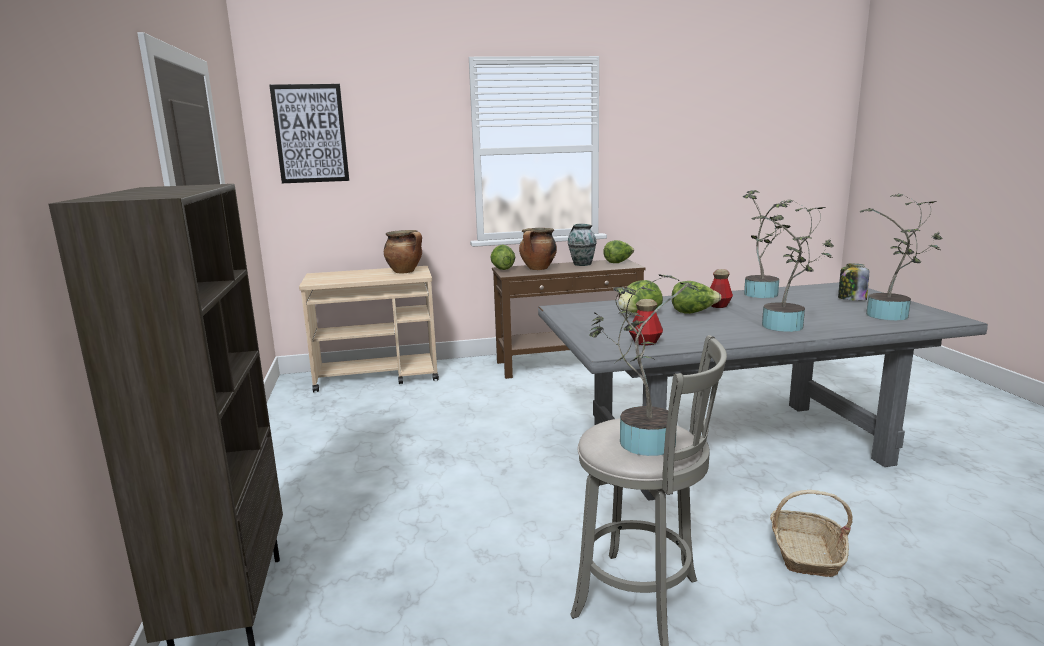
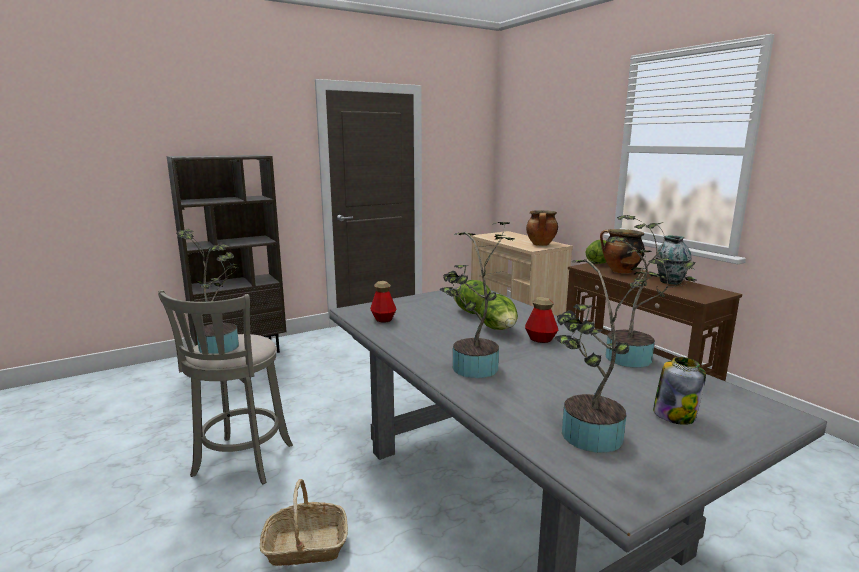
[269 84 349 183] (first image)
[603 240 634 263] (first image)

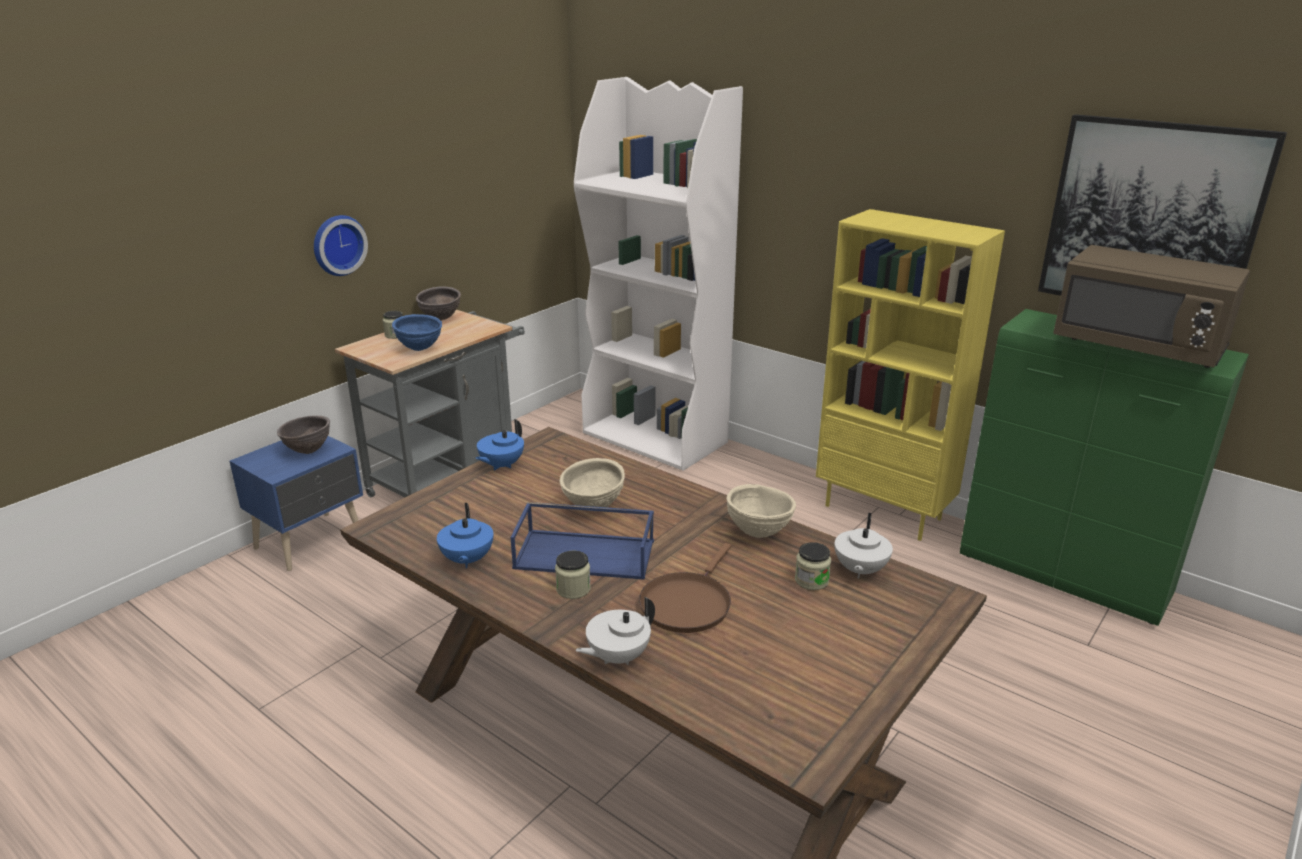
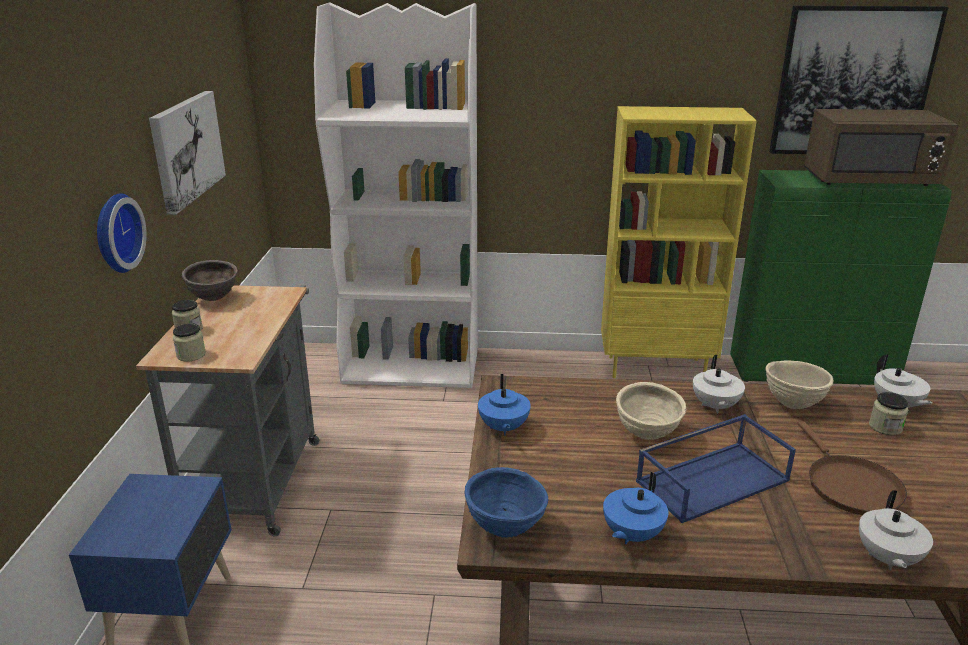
[464 467 548 538]
[277 416 330 454] (first image)
[603 472 668 544]
[173 323 206 362]
[149 91 226 215]
[693 355 745 413]

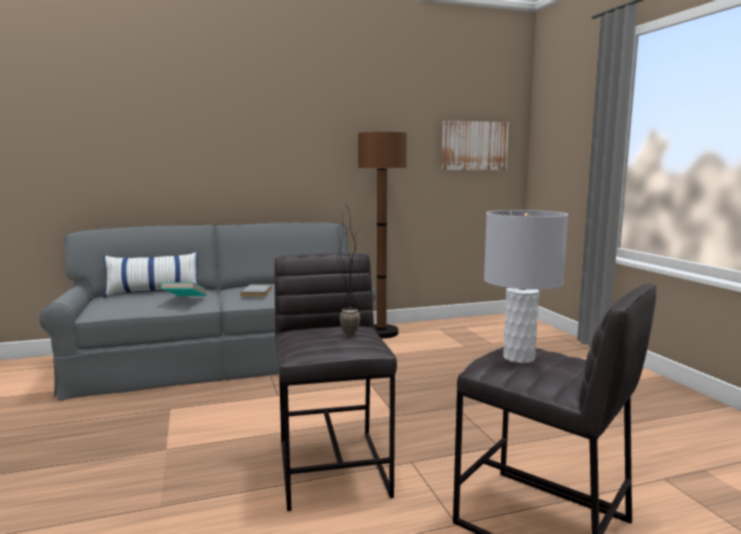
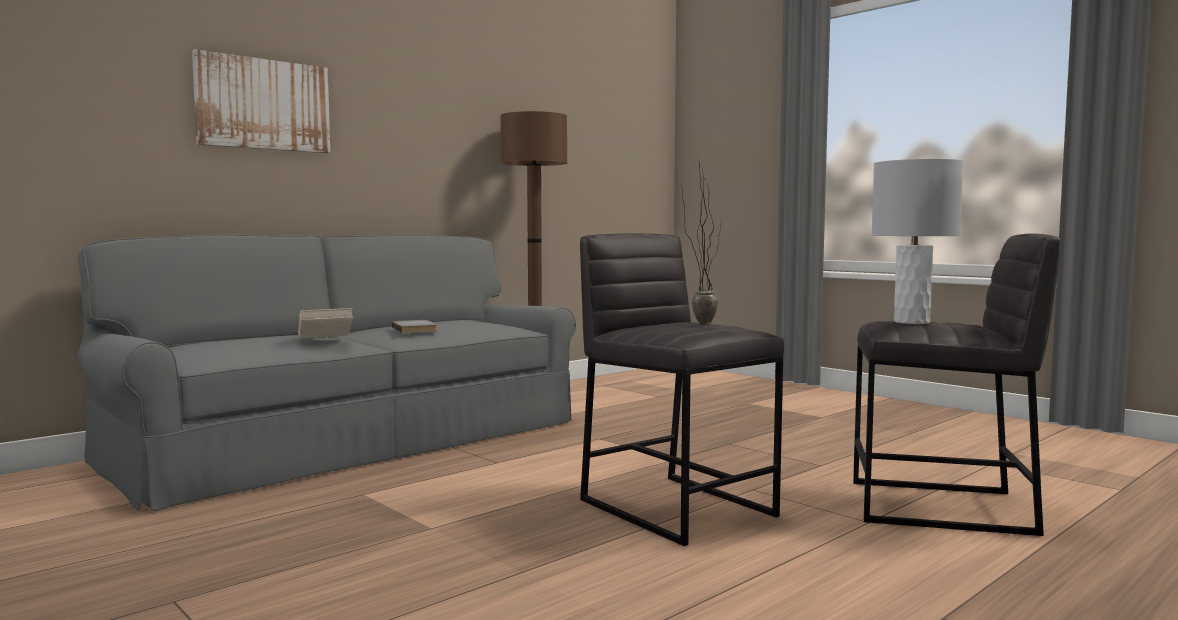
[192 49 330 153]
[103 252 198 298] (first image)
[298 308 353 339]

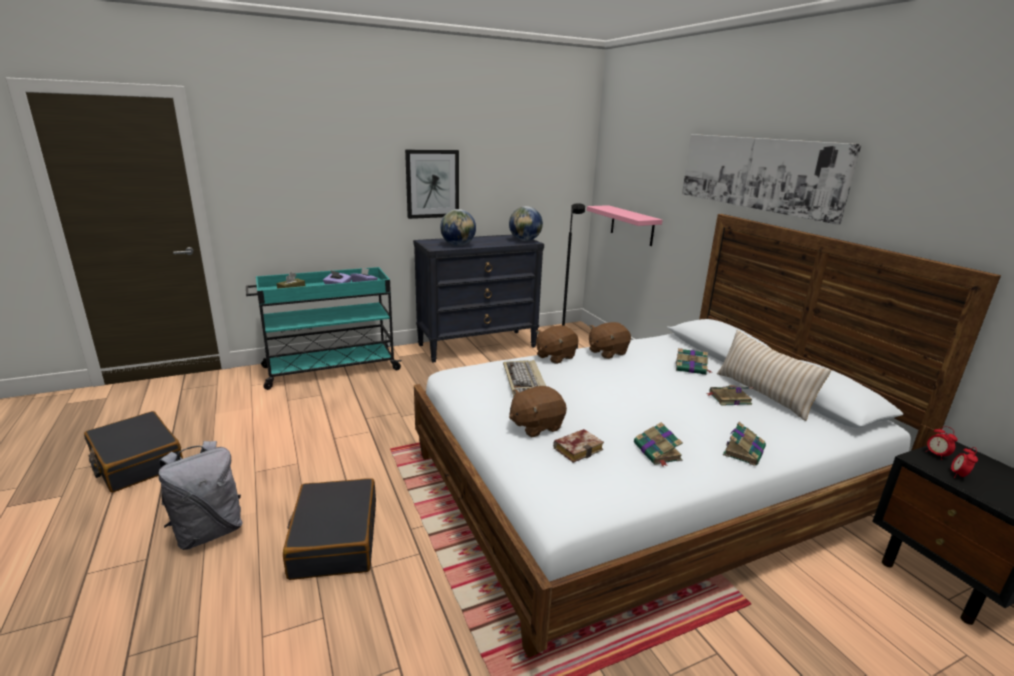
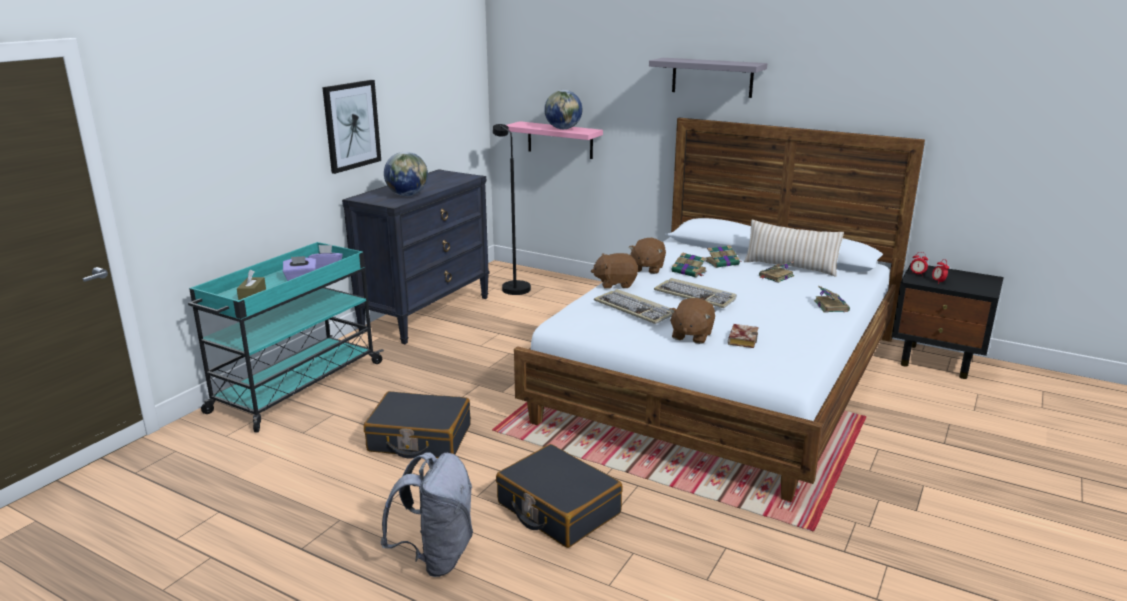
[649 58 767 98]
[544 90 583 129]
[591 253 638 289]
[364 391 471 459]
[671 252 706 277]
[654 278 737 308]

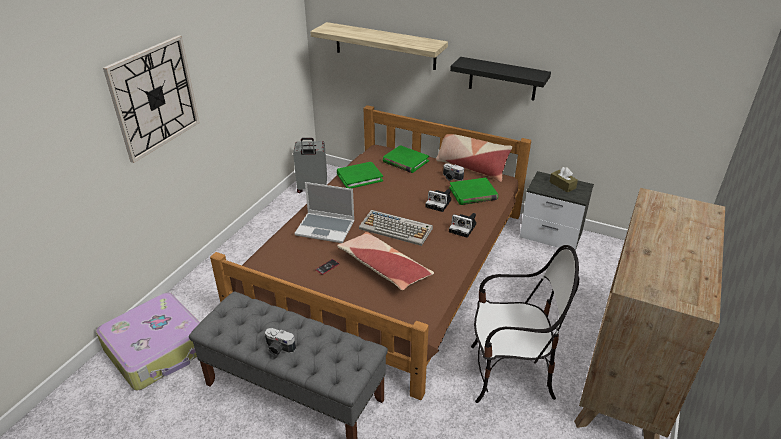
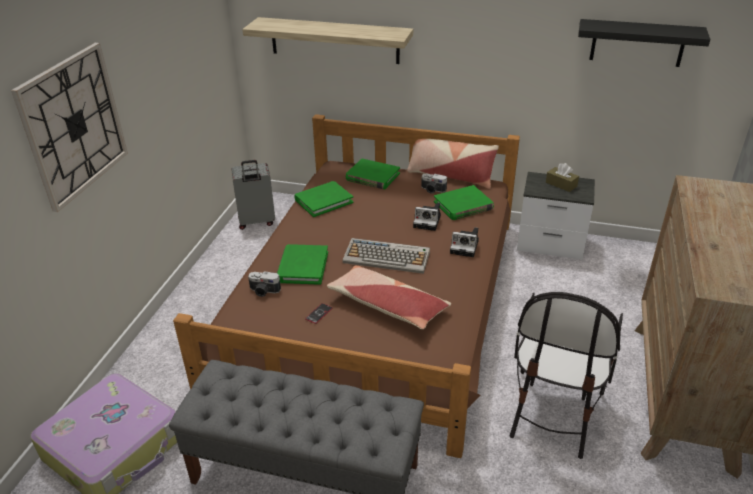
[578 19 710 67]
[277 244 328 285]
[510 292 623 459]
[248 271 281 297]

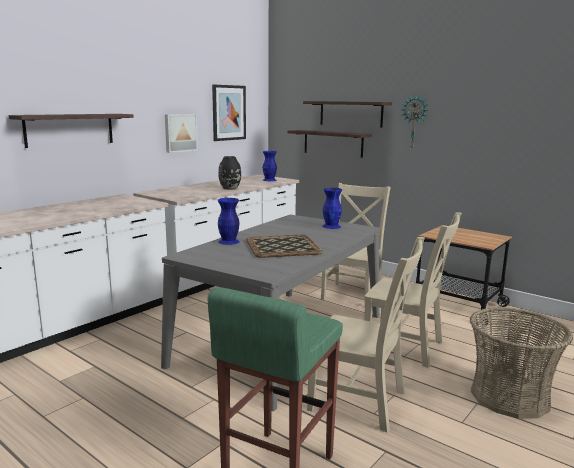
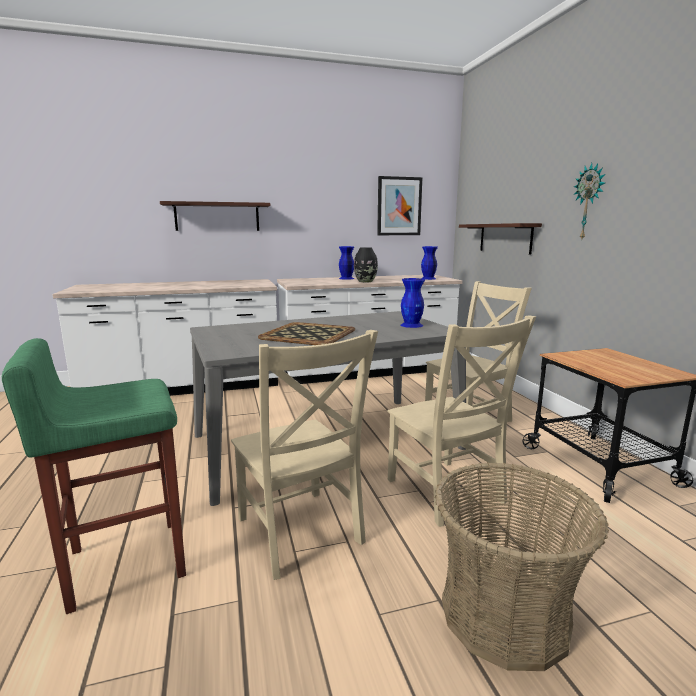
[303 101 392 128] (first image)
[165 114 198 153] (first image)
[339 246 354 280]

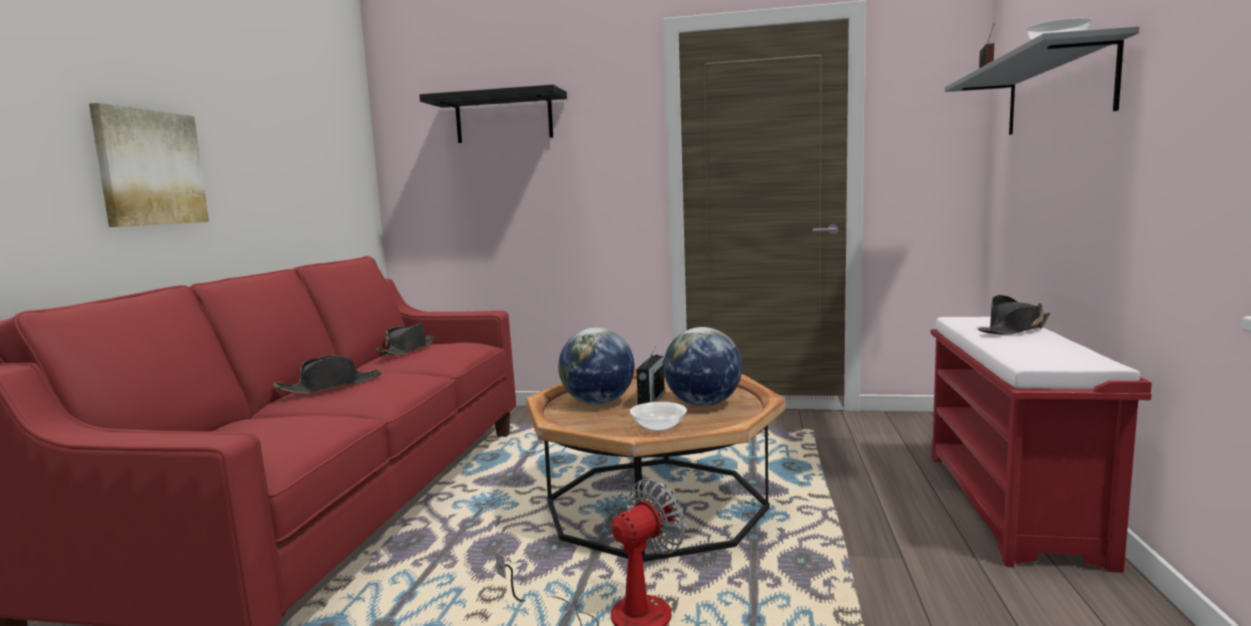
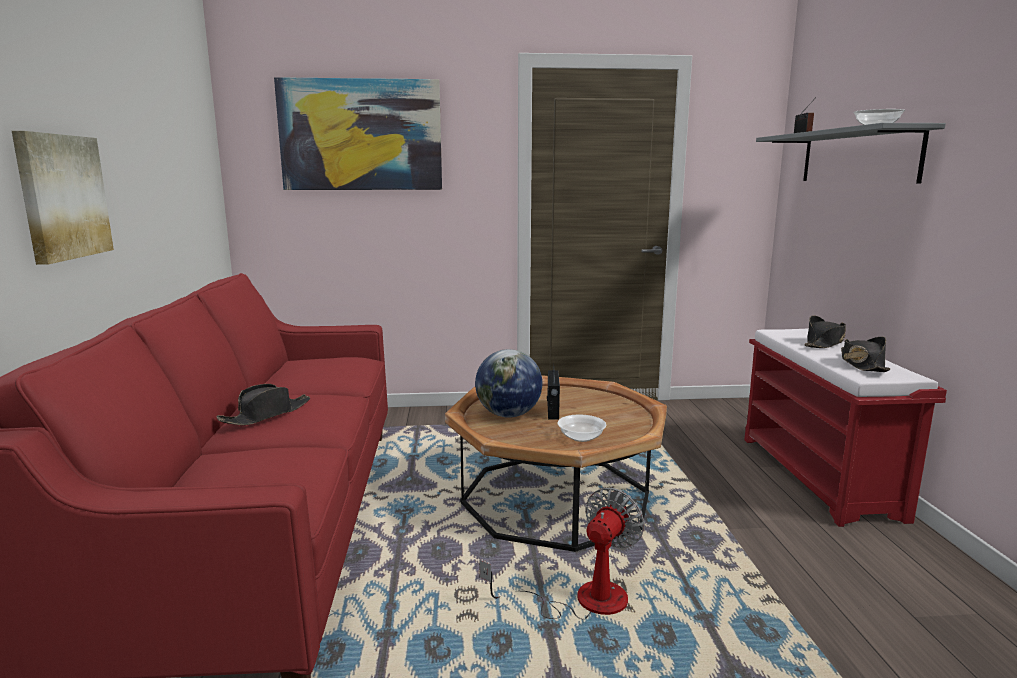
[274 77 442 190]
[841 337 891 372]
[663 327 742 407] (first image)

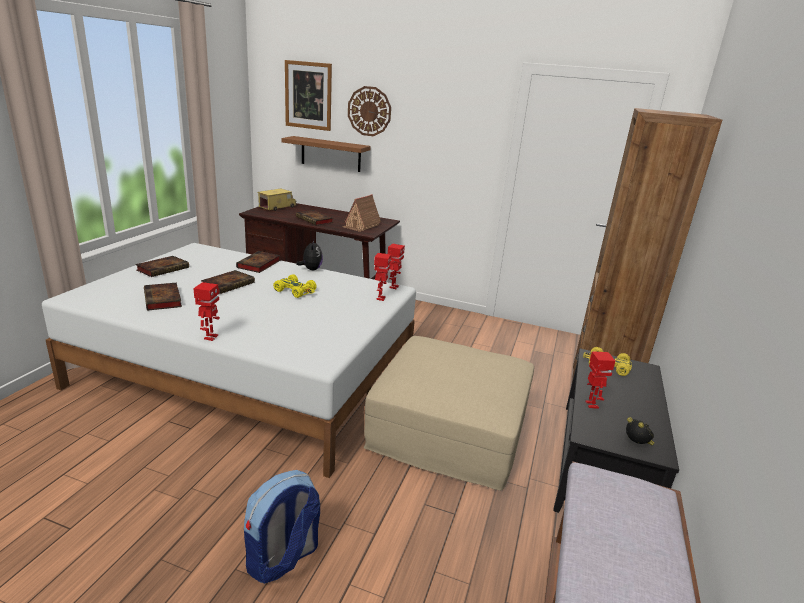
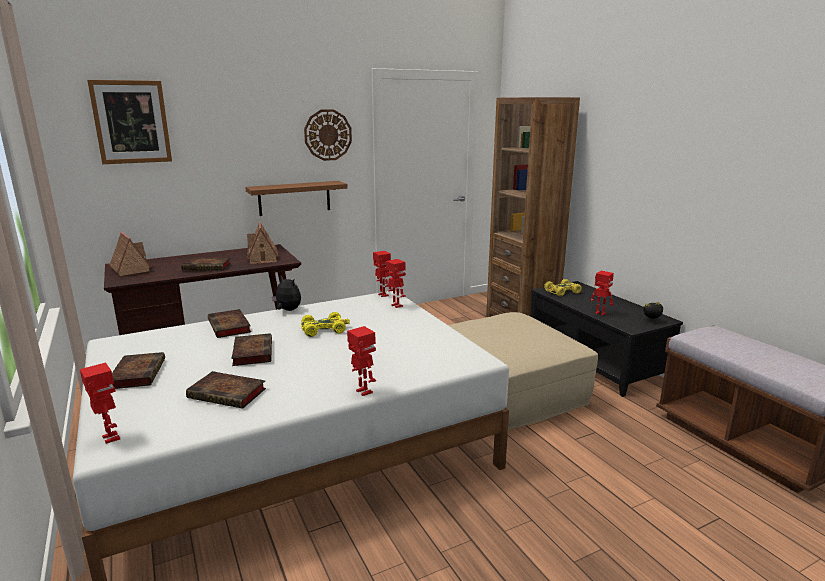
[304 109 352 161]
[245 181 348 216]
[109 232 151 276]
[244 470 320 584] (first image)
[80 362 120 444]

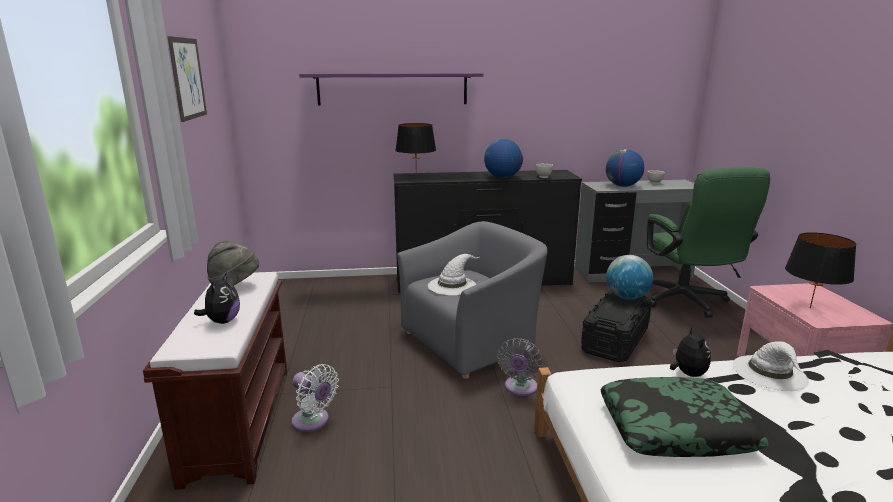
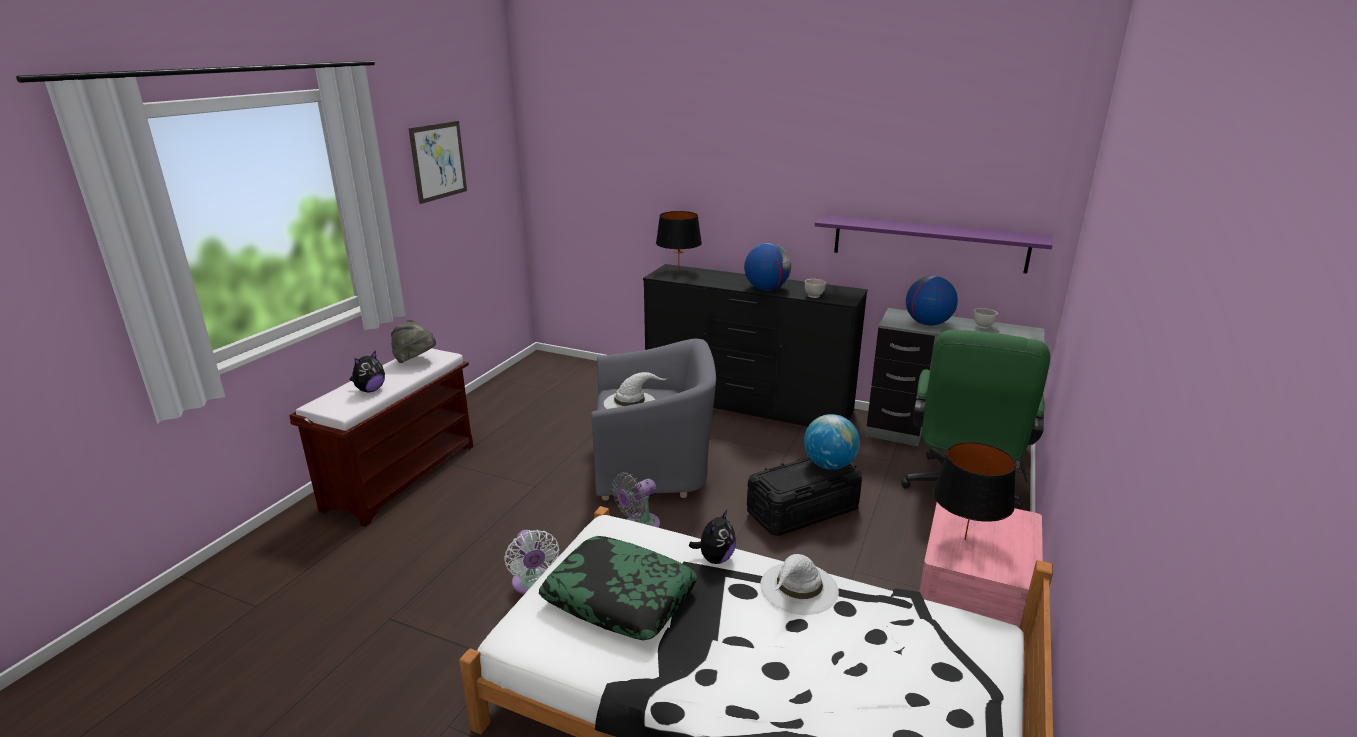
[815 215 1052 273]
[504 530 559 594]

